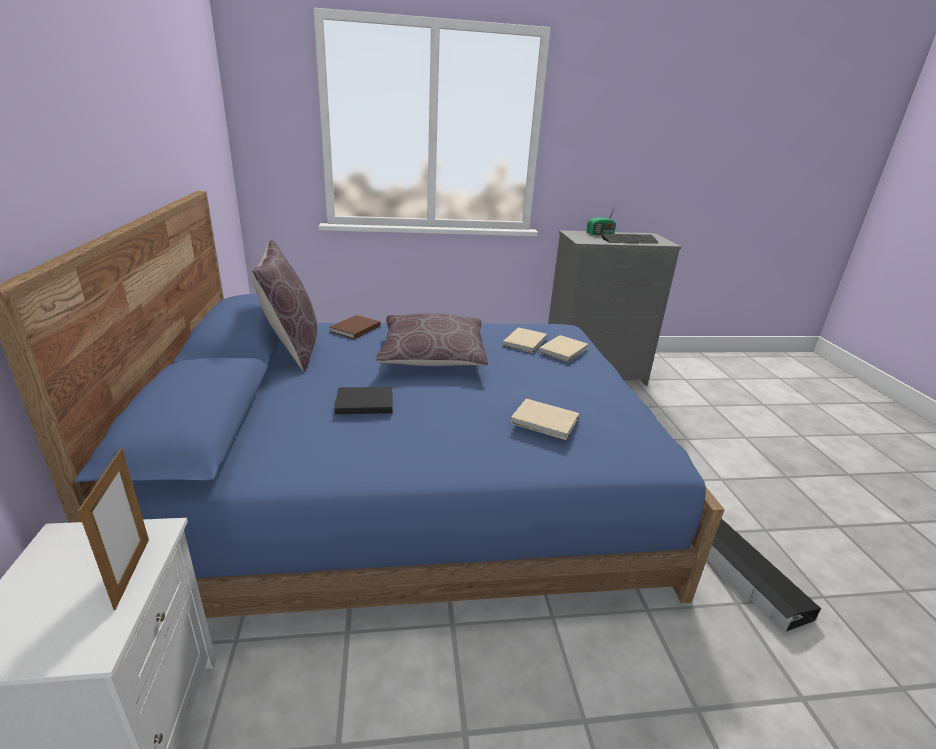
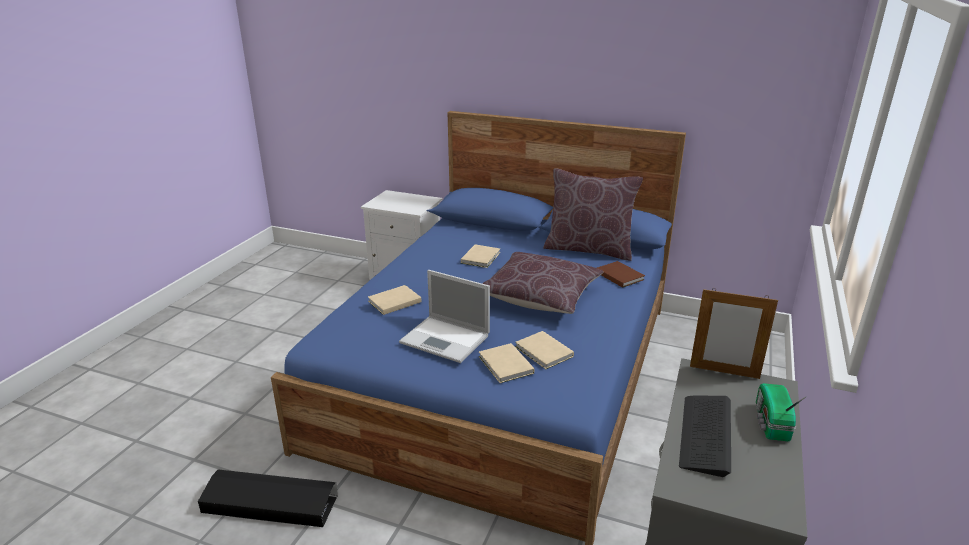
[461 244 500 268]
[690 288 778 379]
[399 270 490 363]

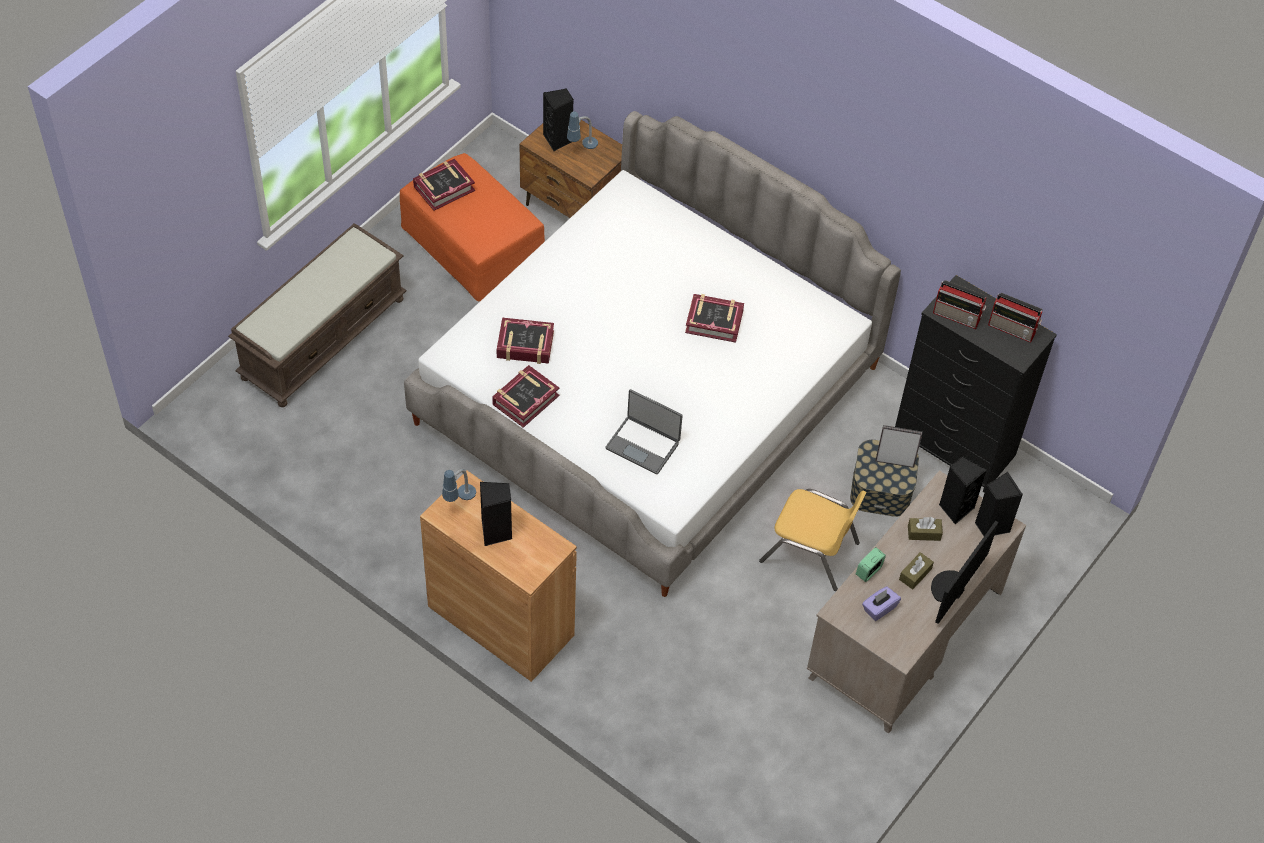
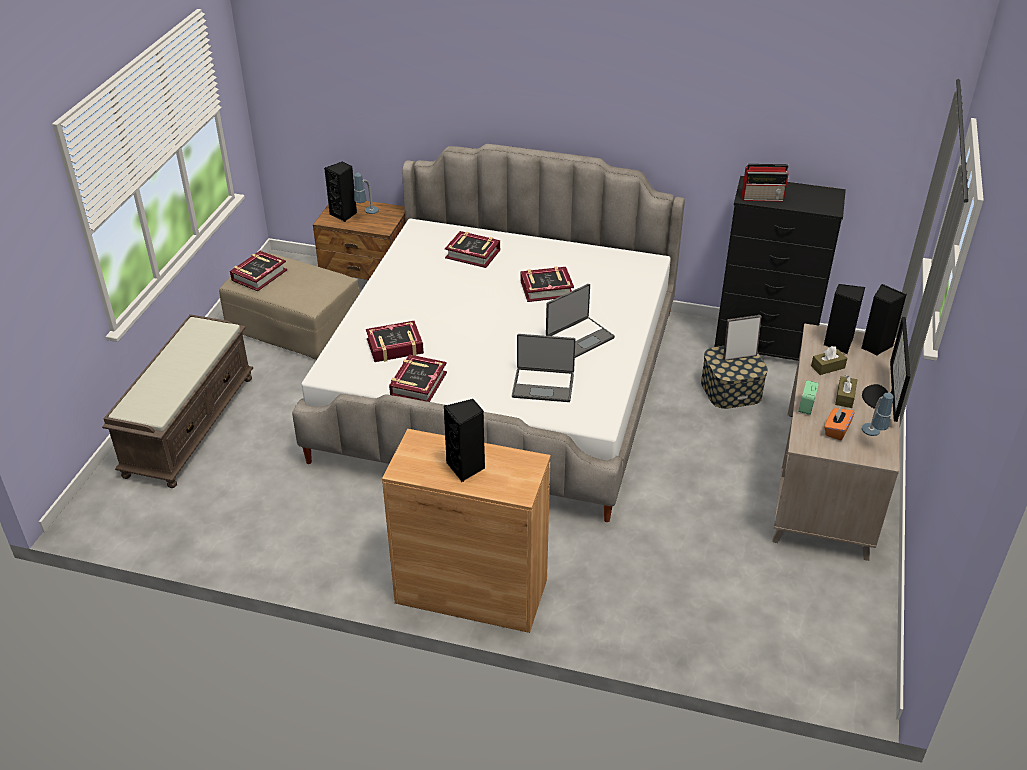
[219 253 359 360]
[988 293 1043 343] (first image)
[862 393 894 436]
[759 489 867 591] (first image)
[824 406 855 440]
[445 231 500 268]
[546 284 615 358]

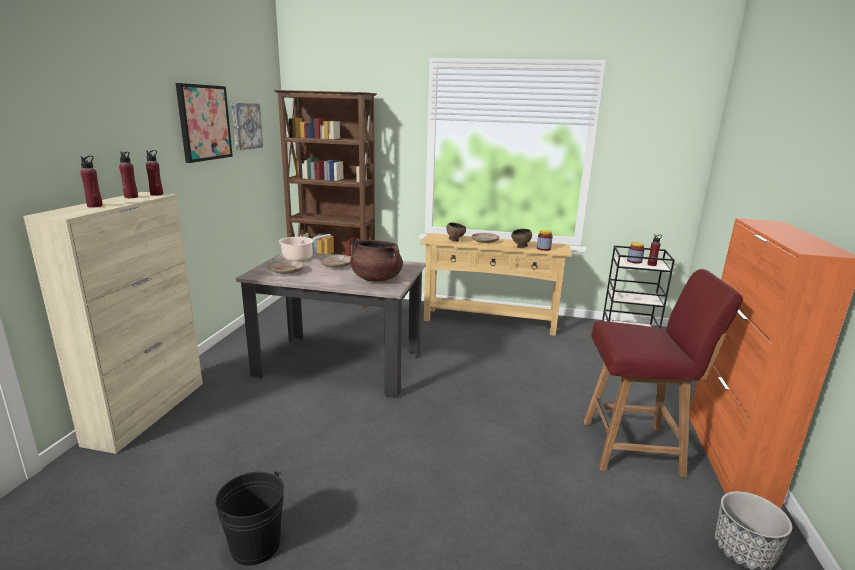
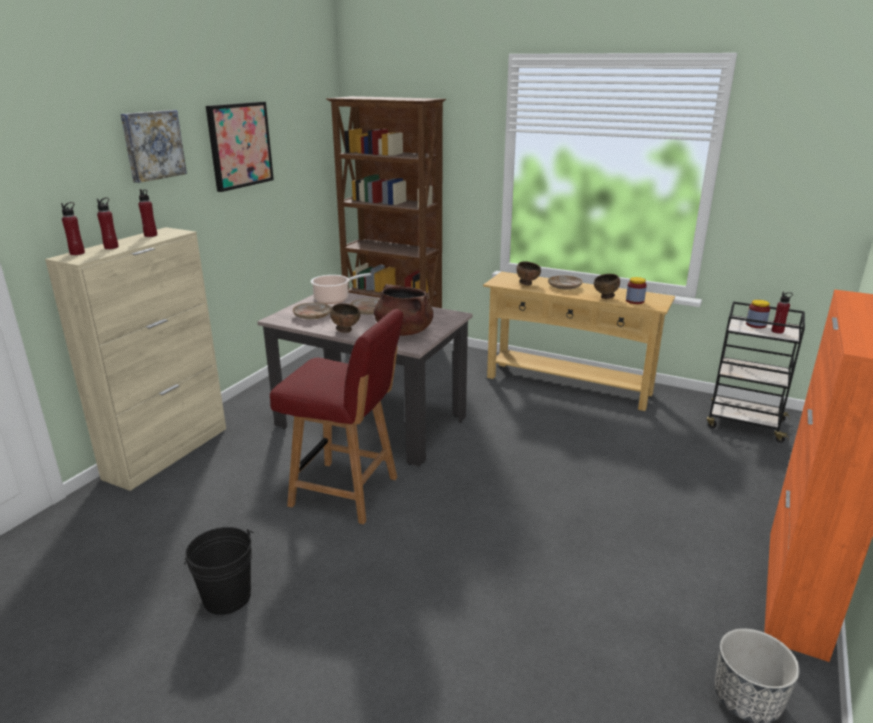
[121 110 187 183]
[61 202 85 255]
[270 309 403 524]
[330 303 360 333]

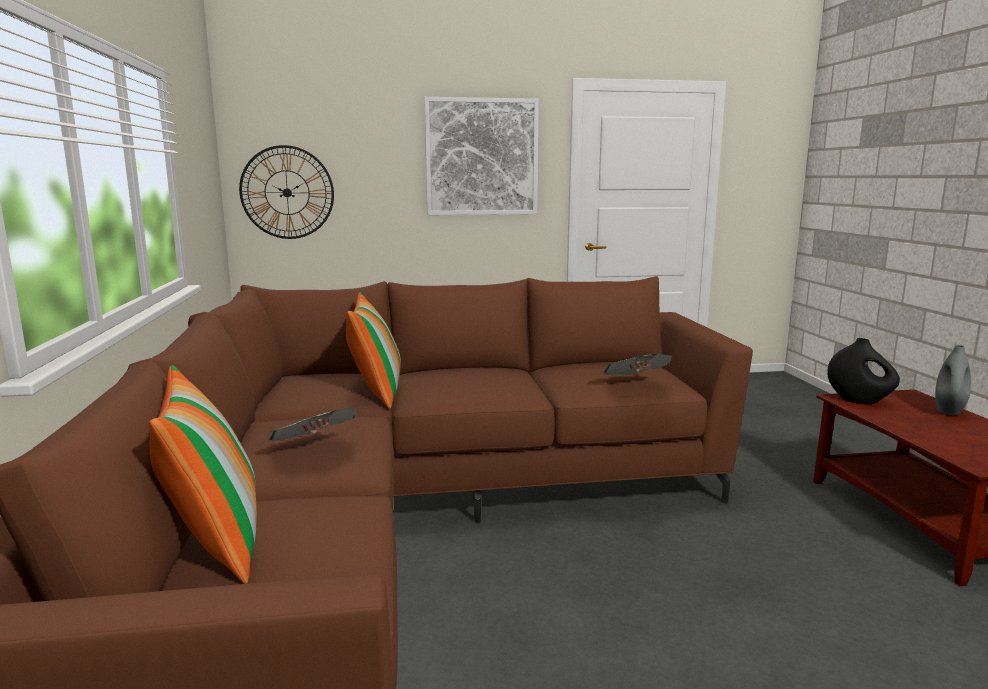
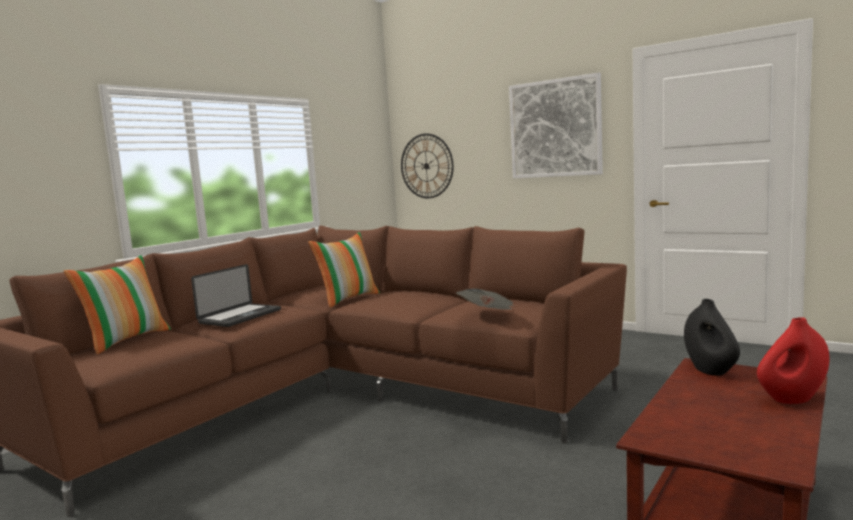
[757 317 829 404]
[191 264 281 327]

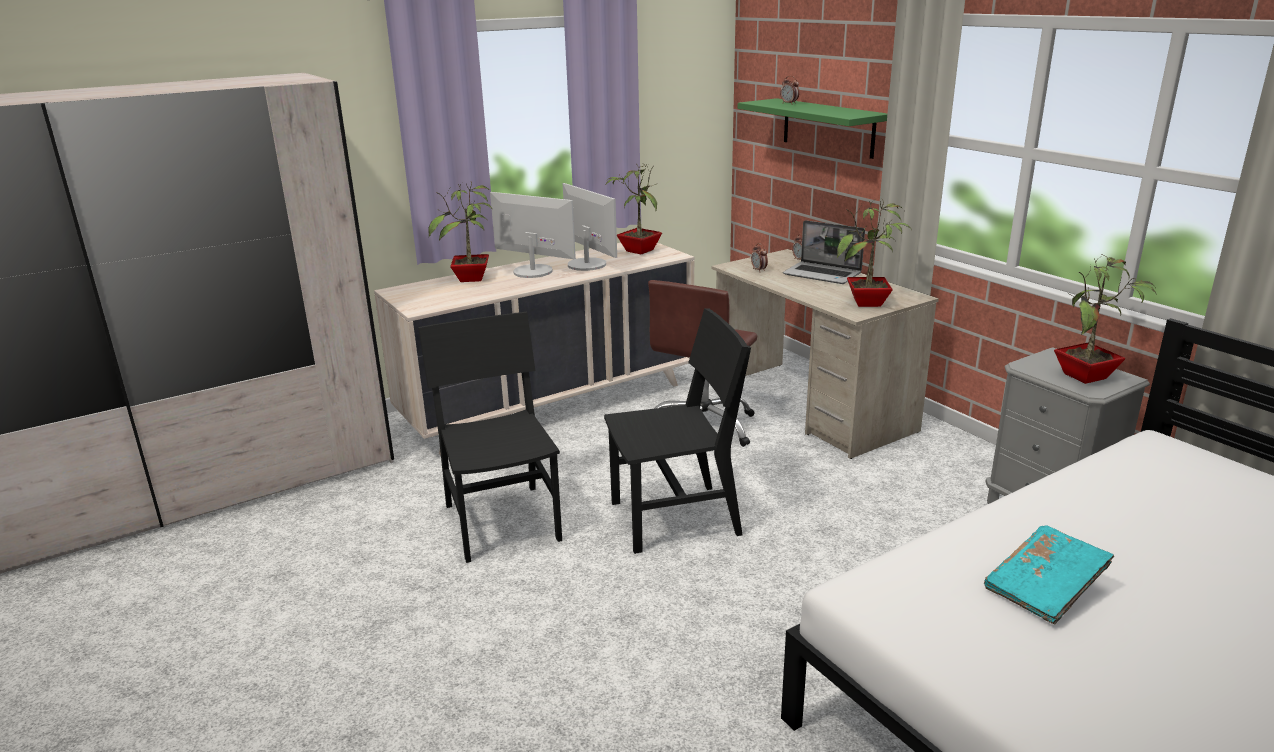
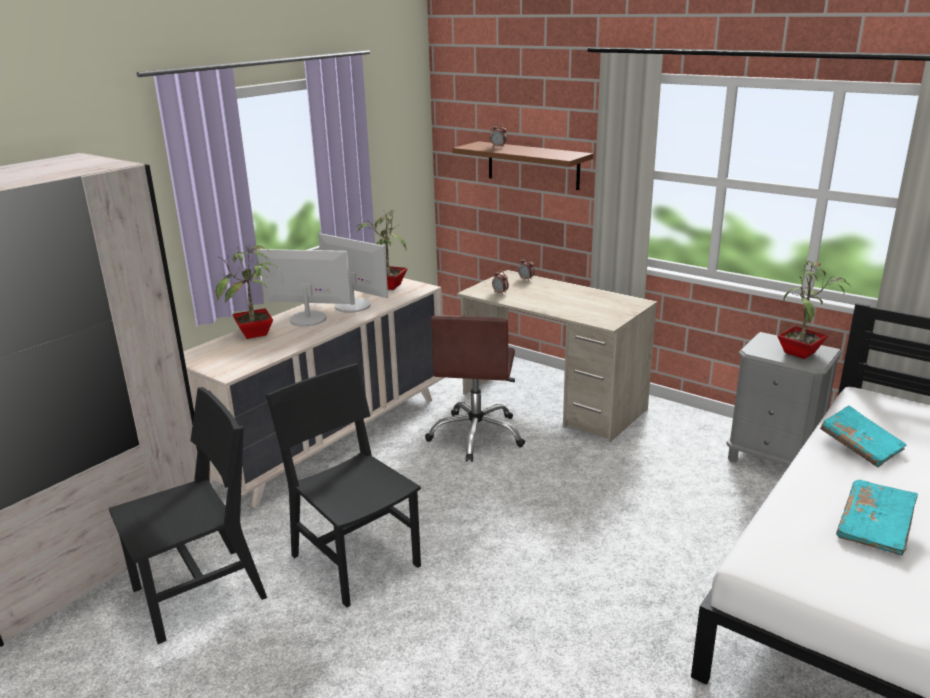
[452 141 593 190]
[837 198 912 307] (first image)
[783 220 865 284] (first image)
[109 387 267 644]
[820 406 907 467]

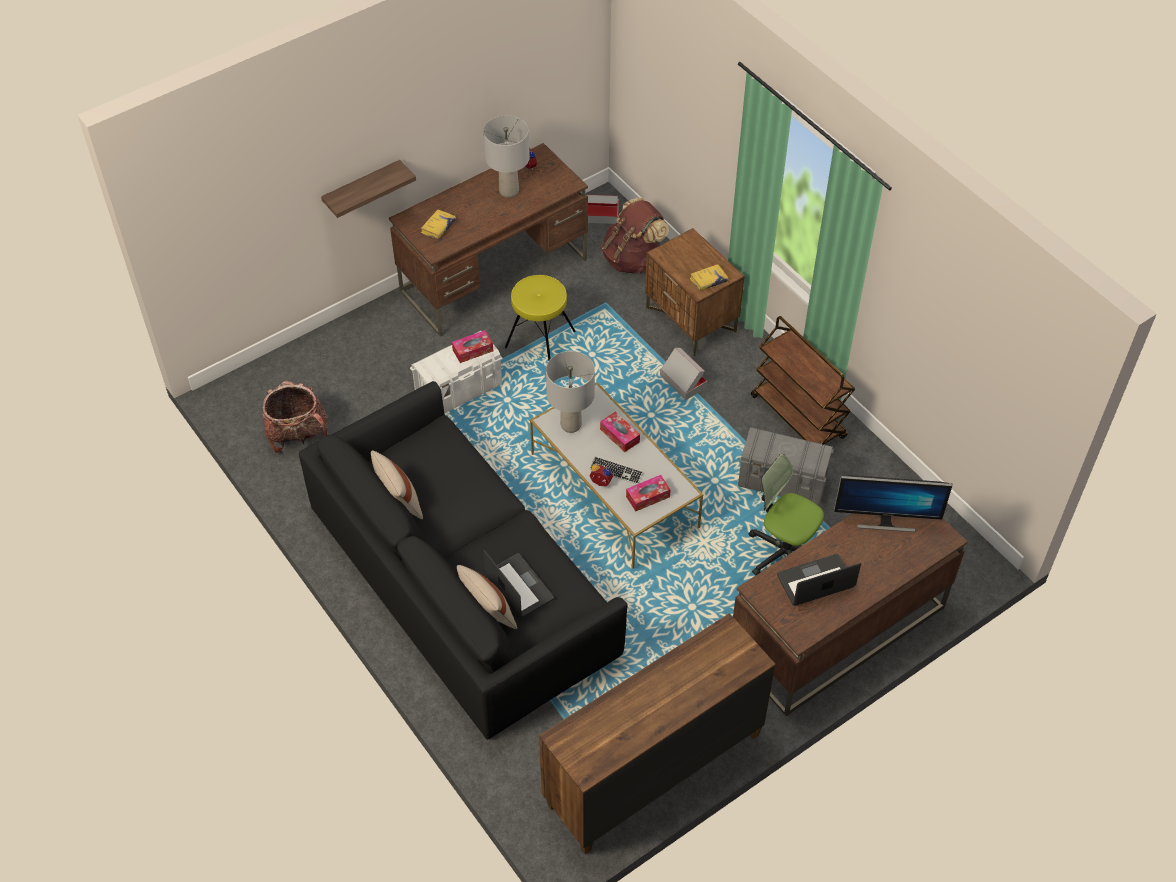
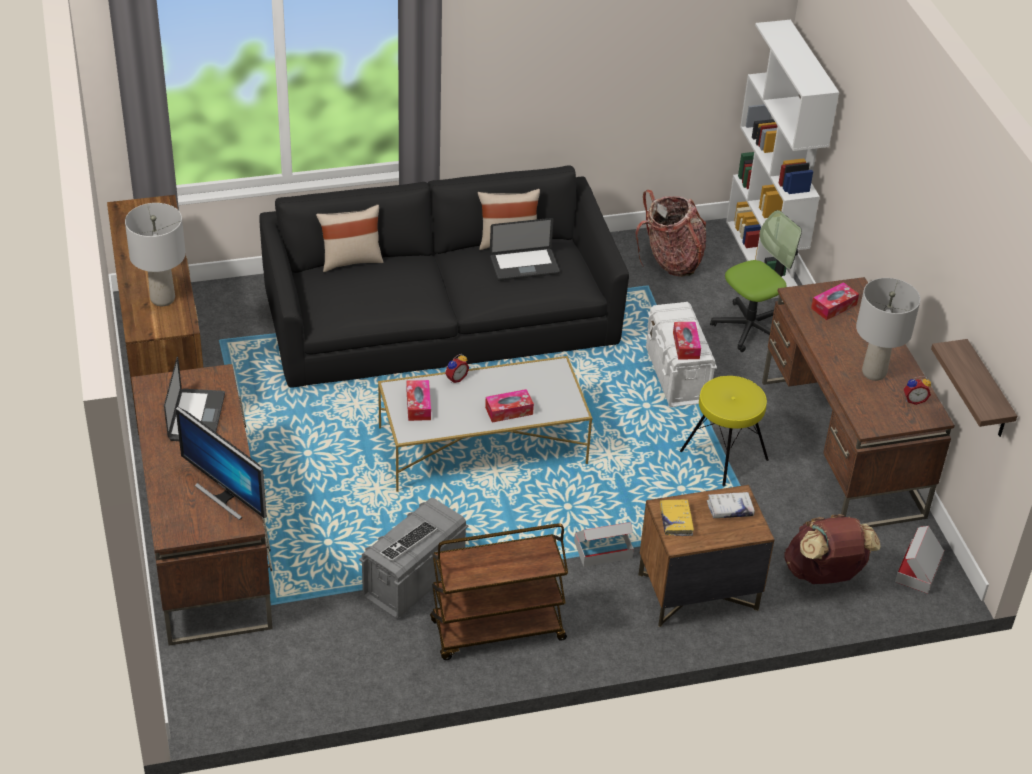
[931 339 1017 437]
[811 282 859 320]
[125 203 186 306]
[710 210 802 352]
[380 521 438 562]
[176 407 267 520]
[490 218 560 281]
[726 20 839 299]
[707 492 755 518]

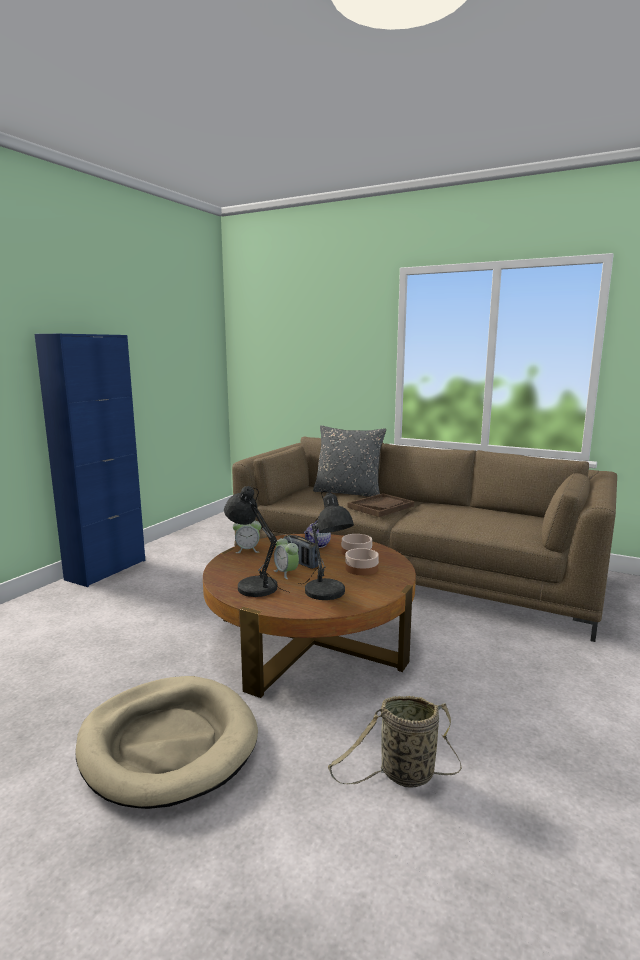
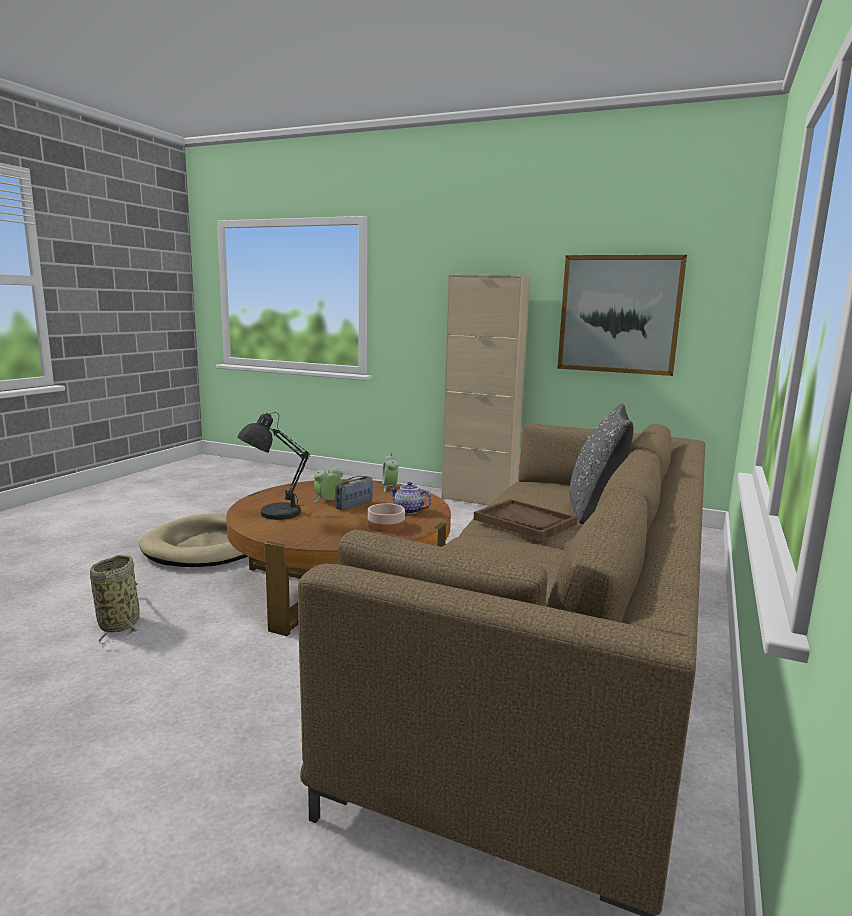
[441 274 530 505]
[224 486 288 597] (first image)
[345 548 379 575] (first image)
[557 255 687 376]

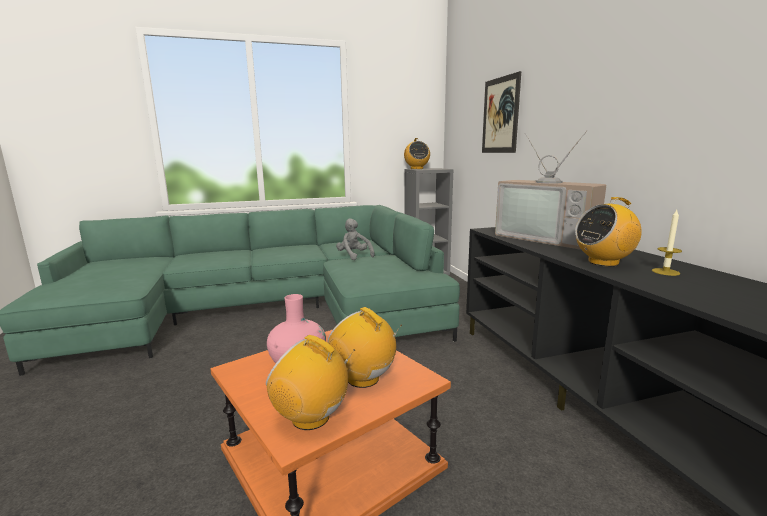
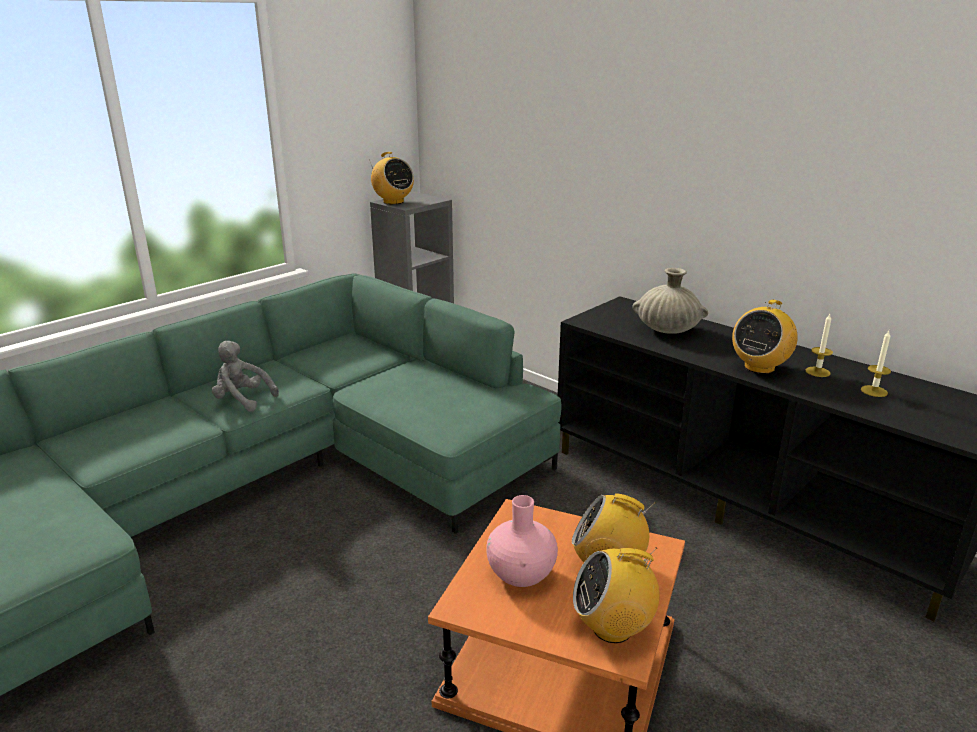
[482 71 521 153] (first image)
[632 268 708 334]
[212 341 279 412]
[861 331 891 397]

